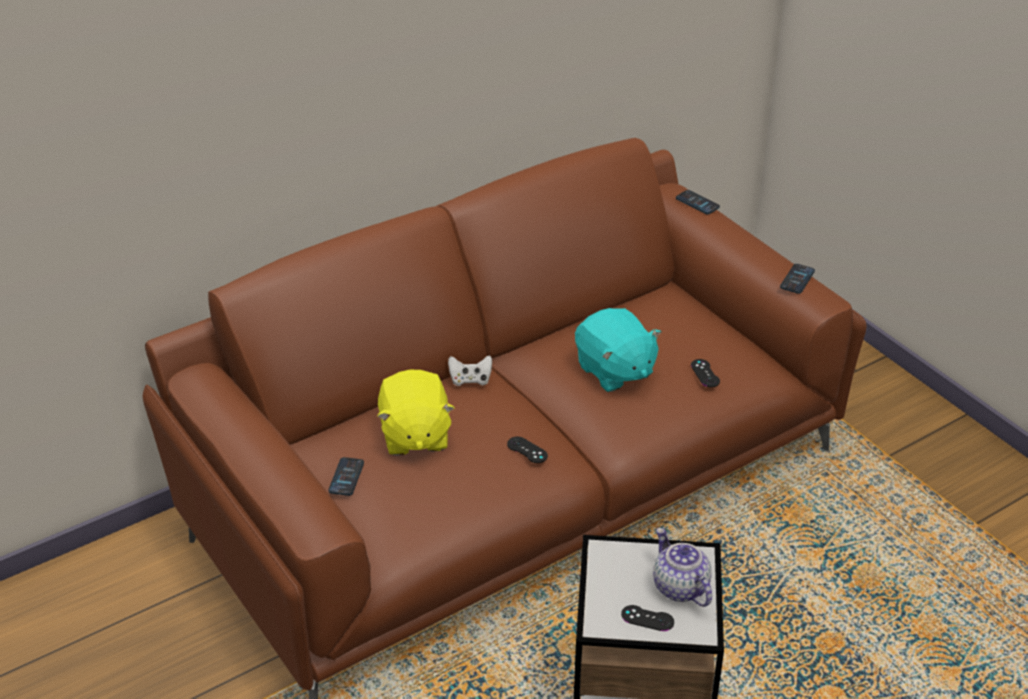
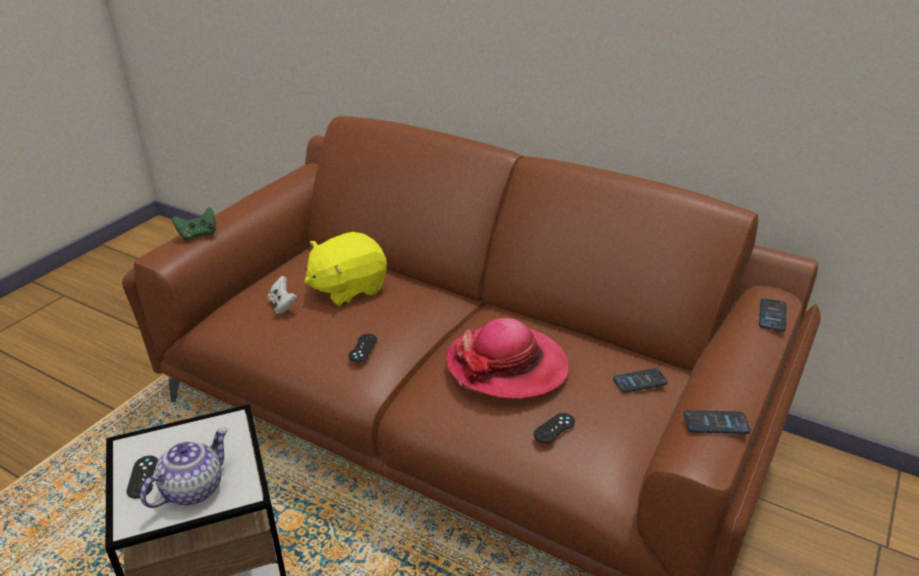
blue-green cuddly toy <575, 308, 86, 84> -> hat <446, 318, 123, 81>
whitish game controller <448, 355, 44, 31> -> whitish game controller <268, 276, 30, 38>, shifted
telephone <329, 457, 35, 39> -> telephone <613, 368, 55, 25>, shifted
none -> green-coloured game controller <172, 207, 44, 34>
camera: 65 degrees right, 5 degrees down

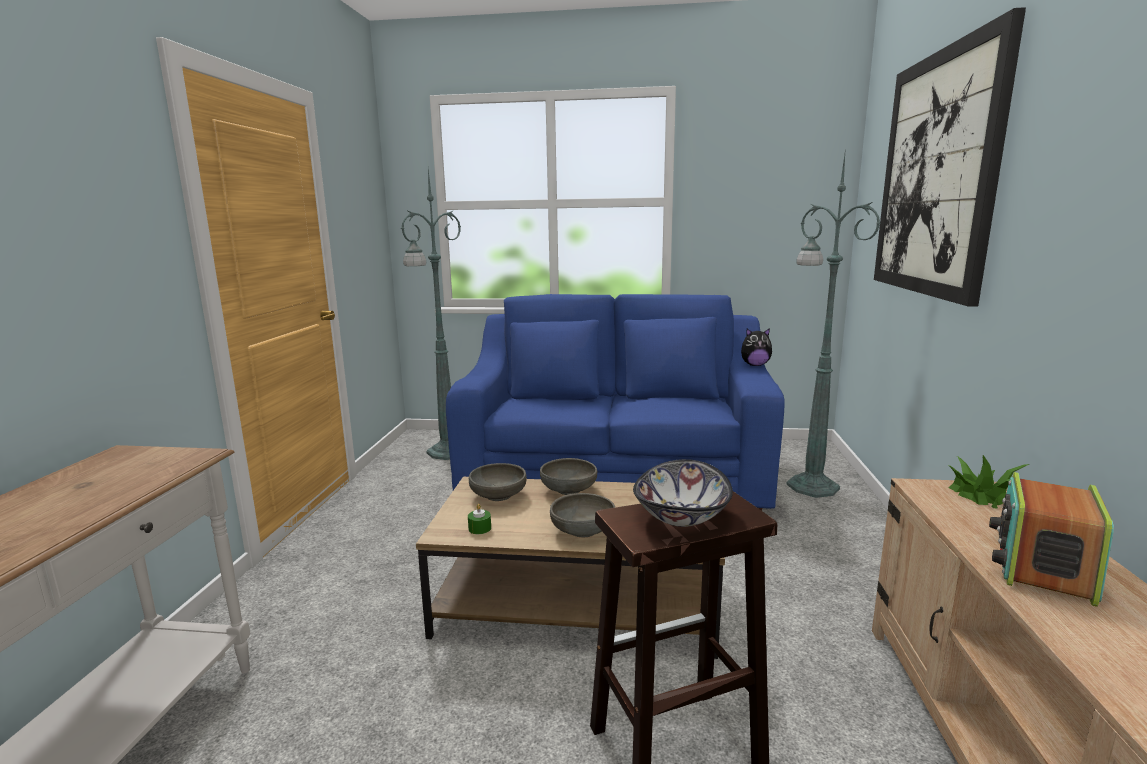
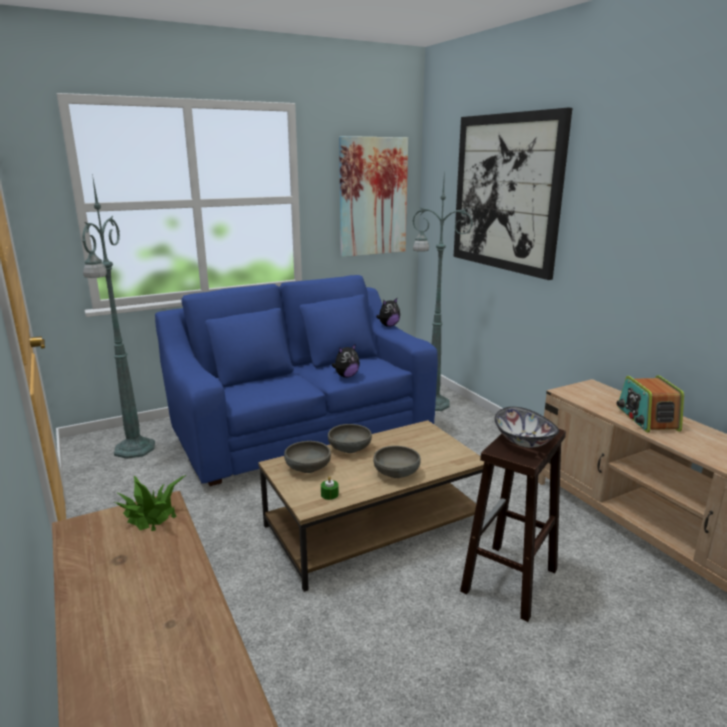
houseplant <948, 455, 82, 54> -> houseplant <112, 475, 74, 56>, shifted
none -> wall picture <339, 136, 69, 121>
none -> cuddly toy <332, 344, 28, 34>
camera: 35 degrees left, 5 degrees up

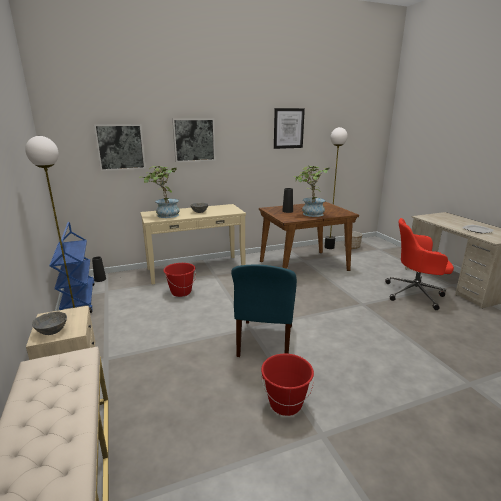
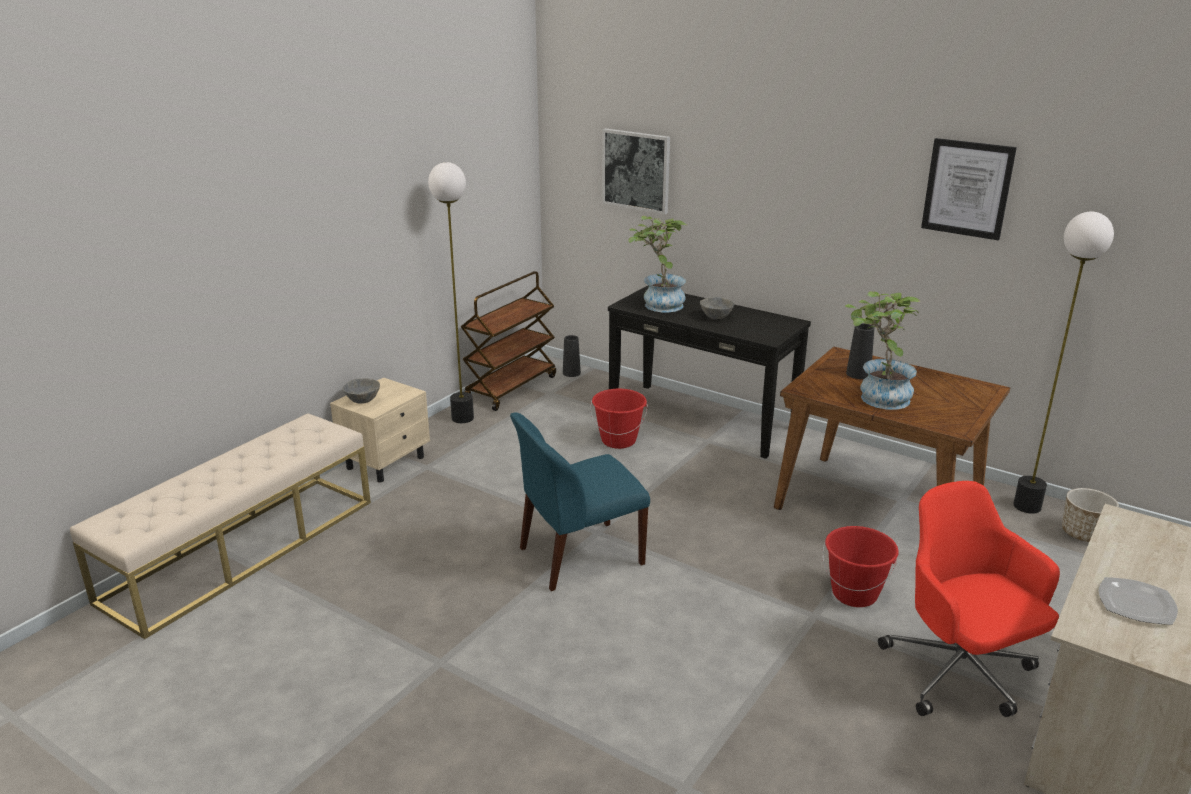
wall picture <172, 118, 44, 44> -> none
sand-coloured console table <140, 204, 106, 80> -> blackish console table <608, 286, 203, 173>
blue wheeled cart <49, 222, 46, 91> -> brown-coloured wheeled cart <461, 271, 95, 140>
red-coloured bucket <261, 354, 53, 62> -> red-coloured bucket <822, 526, 77, 81>, shifted
camera: 55 degrees right, 5 degrees up

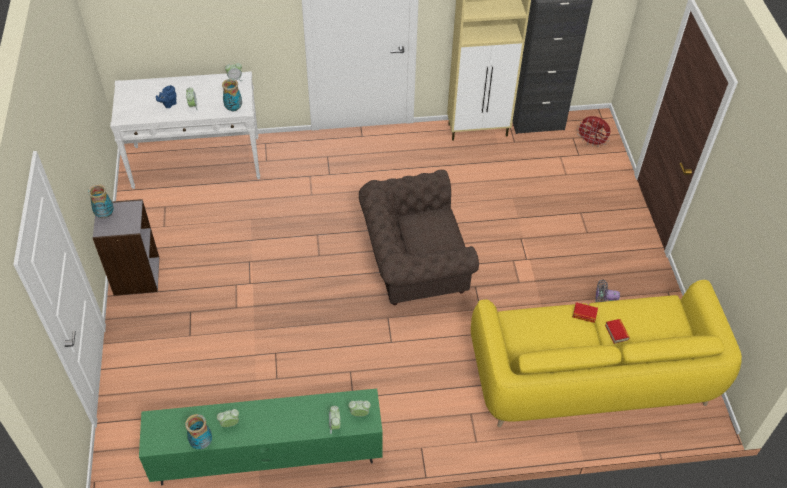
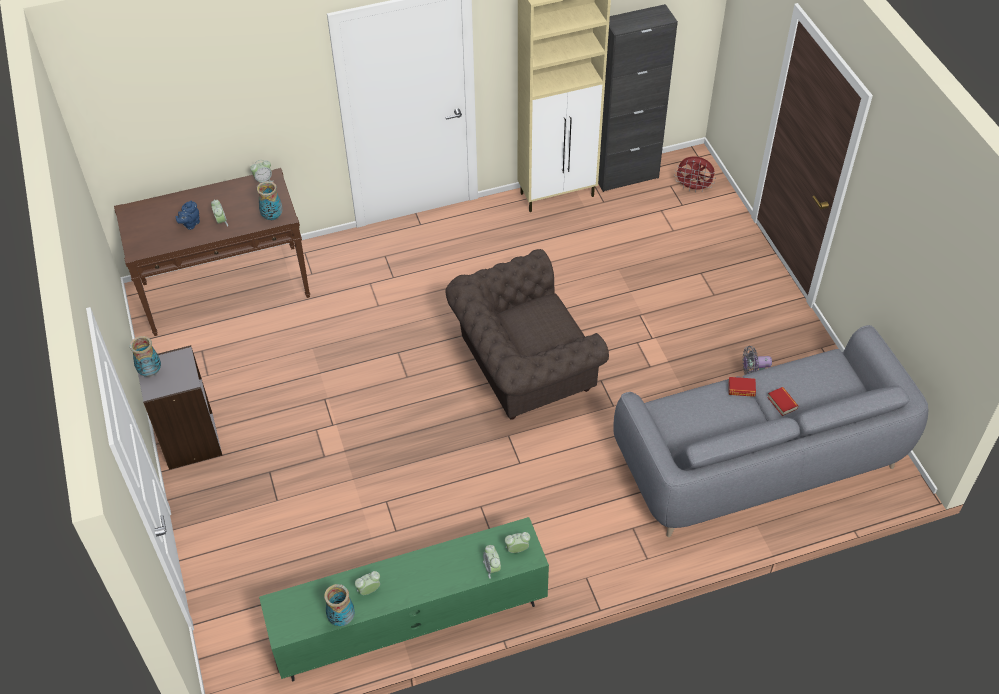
whitish console table <110, 71, 150, 118> -> brown-coloured console table <114, 168, 196, 168>
yellowish couch <471, 280, 271, 147> -> grey couch <613, 325, 315, 212>
camera: 10 degrees left, 0 degrees up

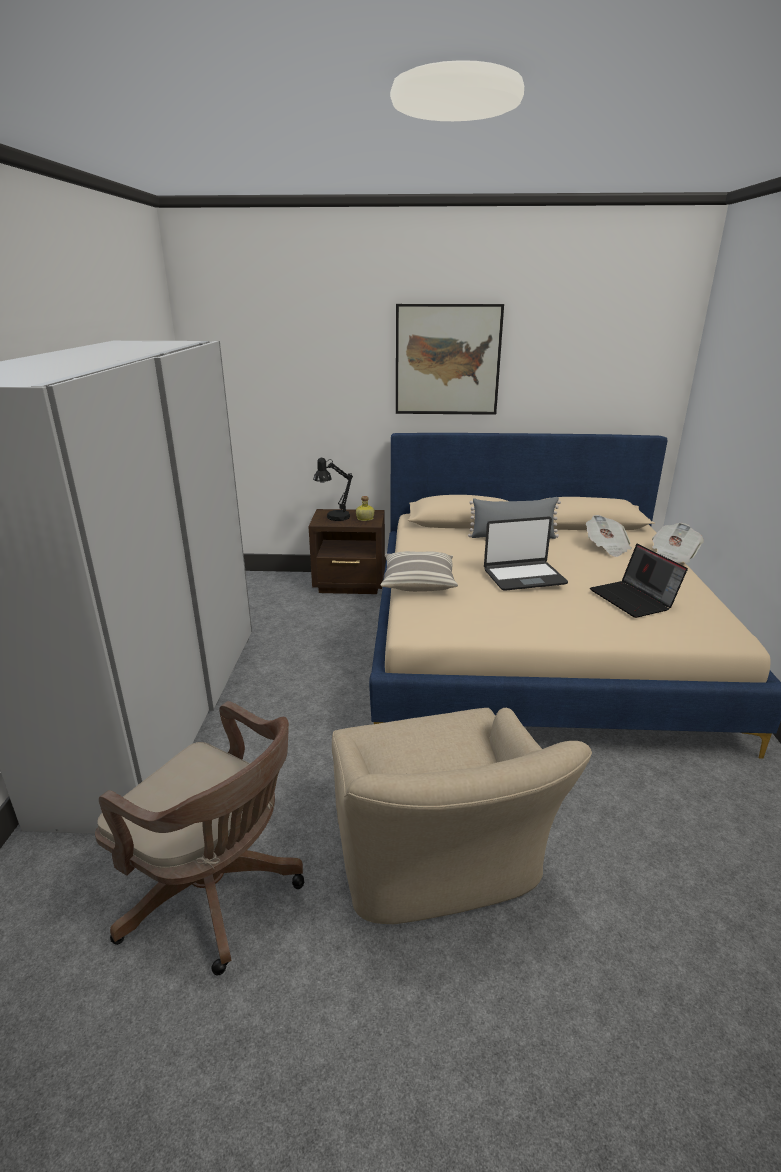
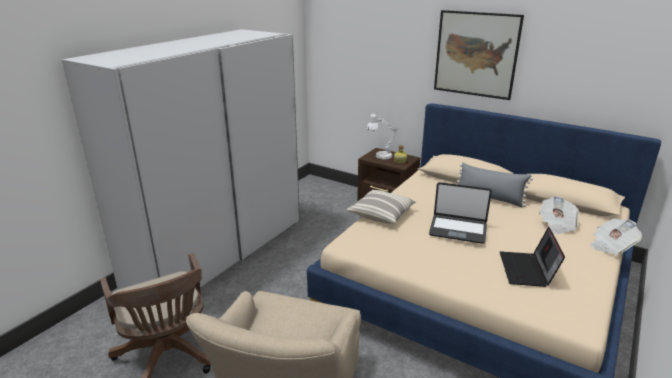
blackish tabletop lamp <313, 458, 40, 63> -> whitish tabletop lamp <366, 114, 32, 46>
camera: 30 degrees right, 0 degrees up

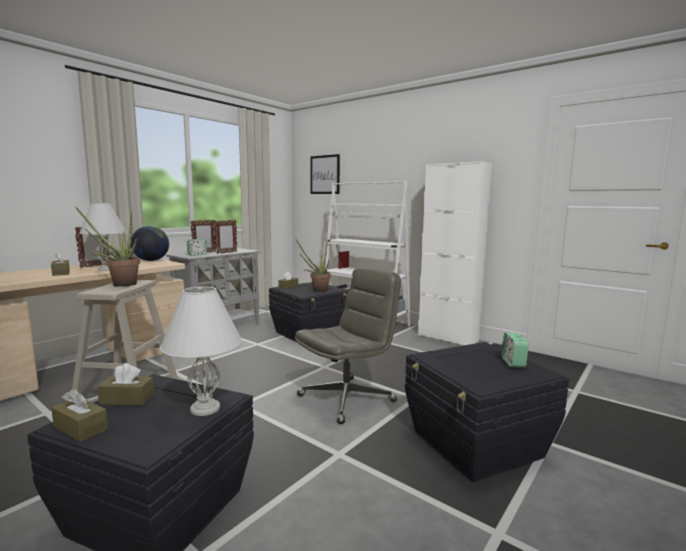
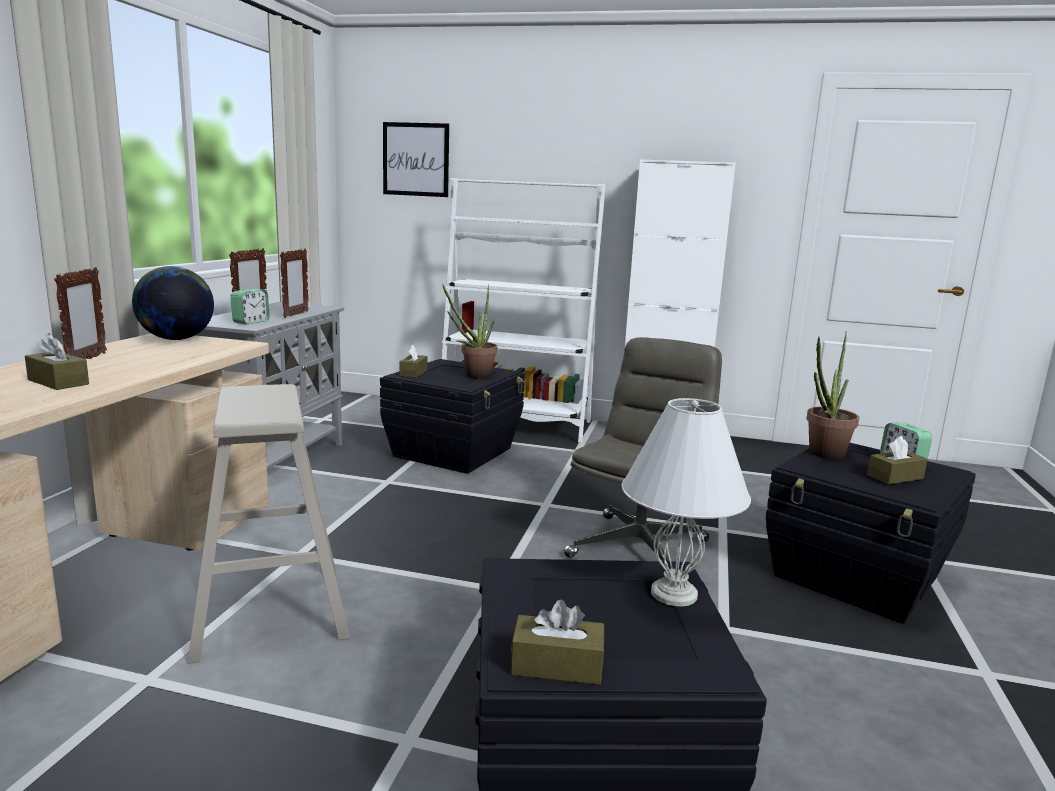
whitish tabletop lamp <79, 202, 48, 69> -> none
houseplant <75, 206, 65, 81> -> houseplant <806, 331, 53, 128>, shifted
brown-coloured box of tissues <97, 363, 57, 42> -> brown-coloured box of tissues <867, 436, 61, 49>, shifted
camera: 25 degrees left, 5 degrees up

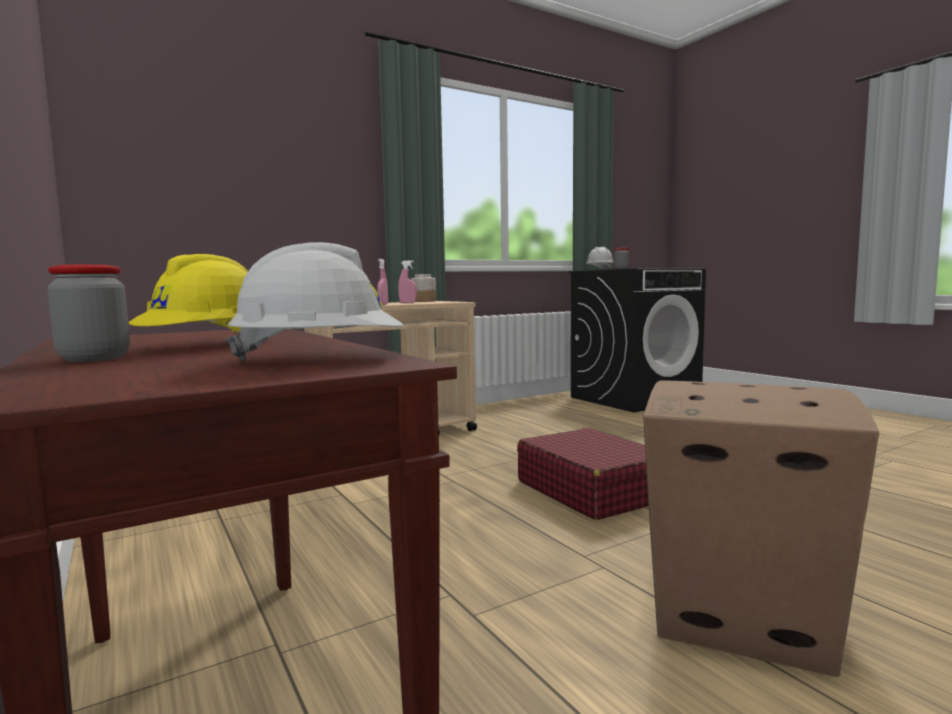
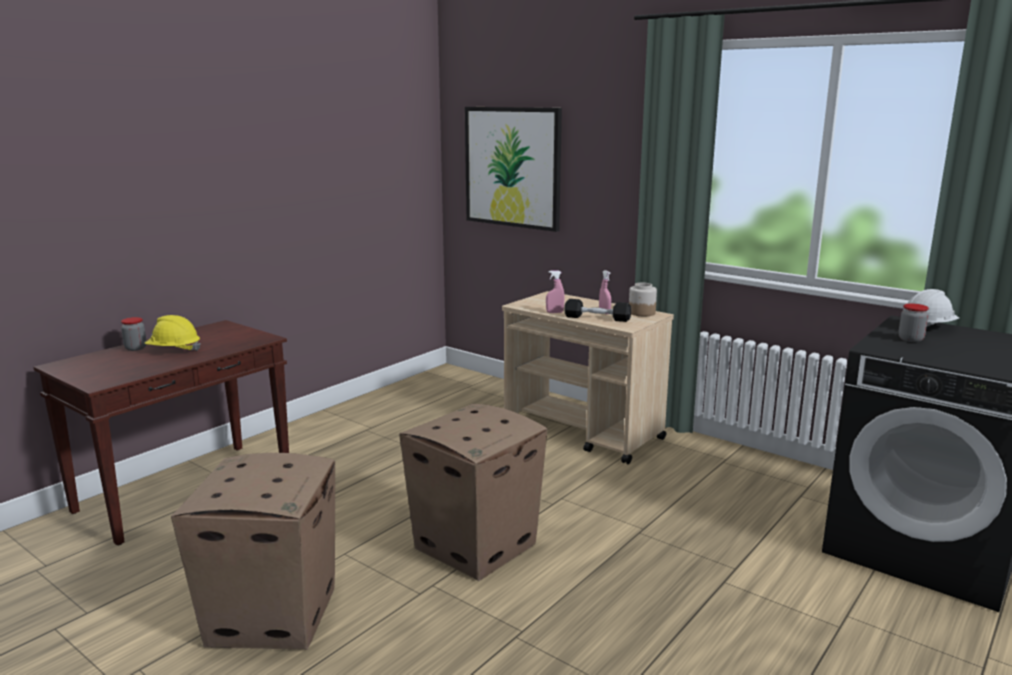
whitish work helmet <226, 242, 177, 119> -> none
red-coloured suitcase <517, 428, 132, 92> -> cardboard box <399, 404, 149, 177>
none -> wall picture <465, 107, 97, 125>
none -> blackish dumbbell <564, 299, 67, 23>
camera: 70 degrees right, 10 degrees up

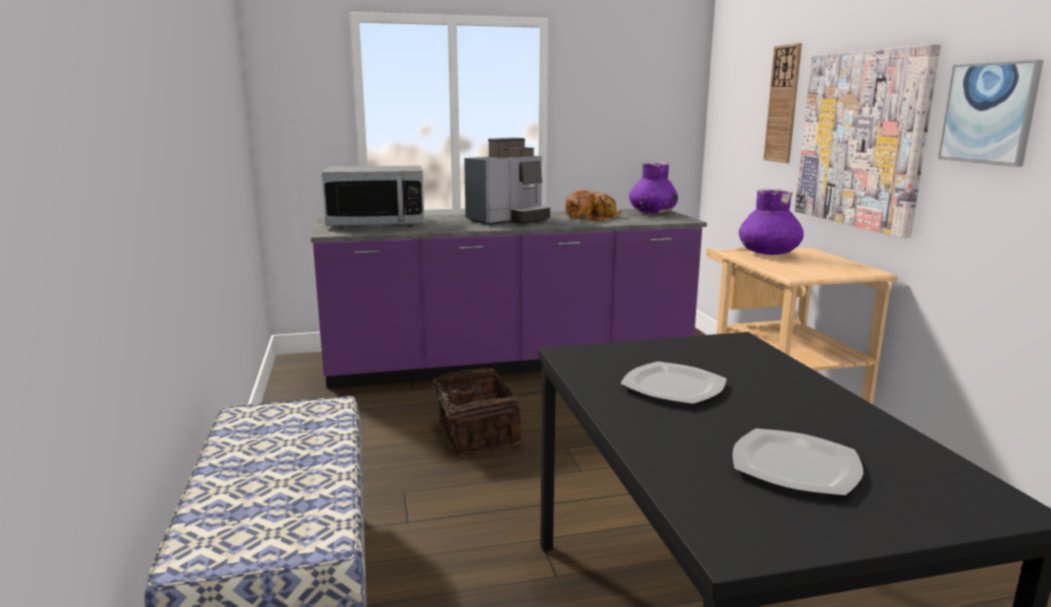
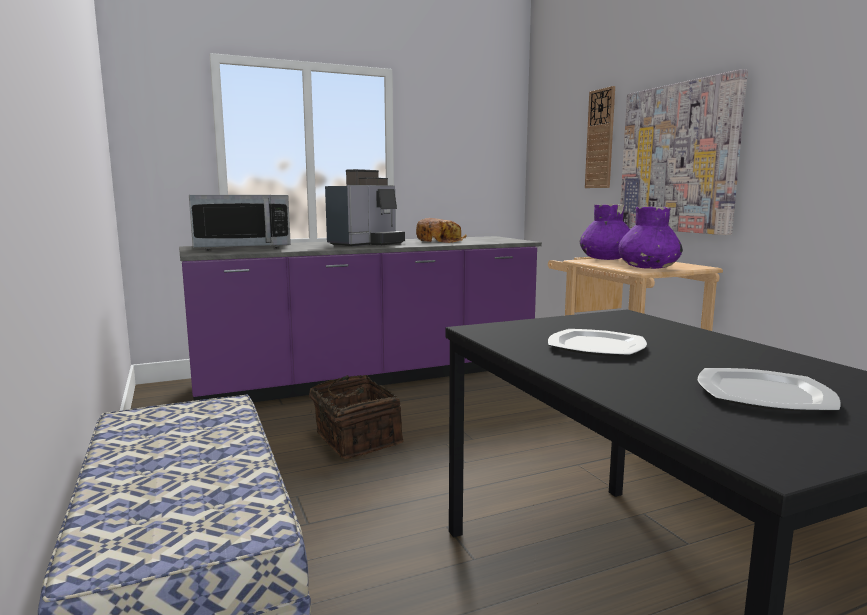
wall picture <938, 60, 106, 107> -> none
purple vase <629, 162, 49, 52> -> purple vase <618, 206, 65, 63>, shifted
camera: 10 degrees left, 5 degrees down

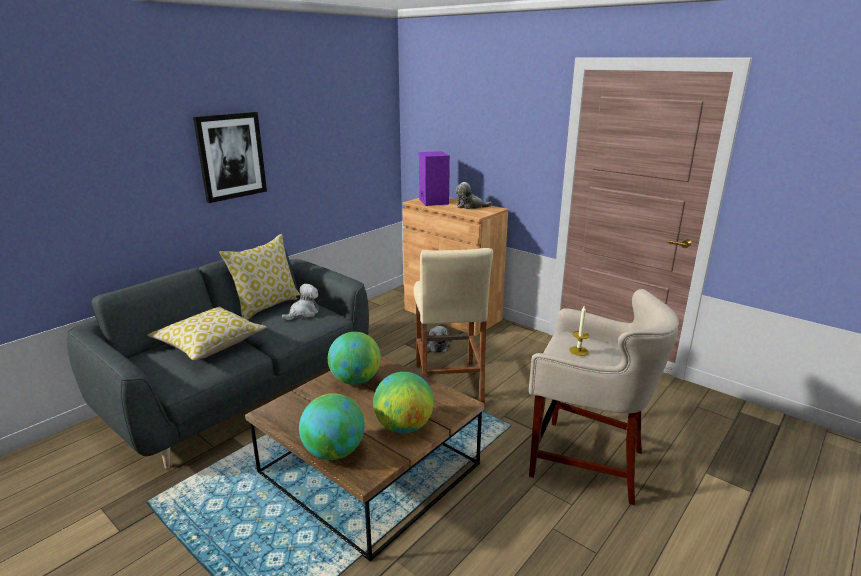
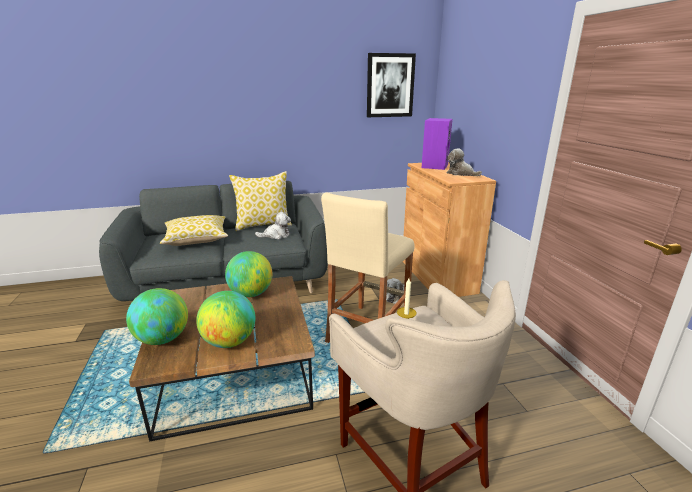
wall picture <193, 112, 74, 91> -> wall picture <367, 53, 49, 64>, shifted
camera: 35 degrees right, 0 degrees up

